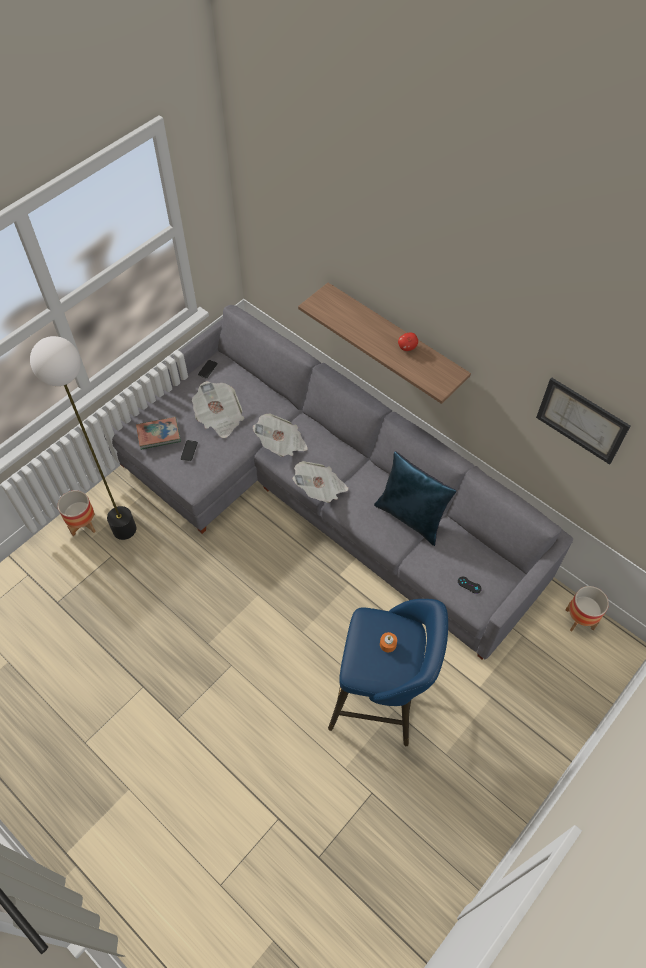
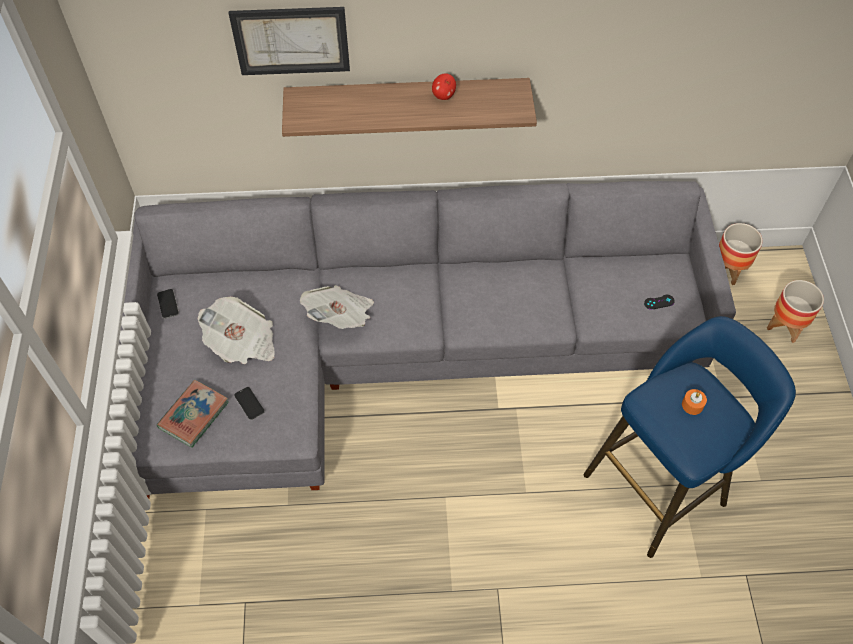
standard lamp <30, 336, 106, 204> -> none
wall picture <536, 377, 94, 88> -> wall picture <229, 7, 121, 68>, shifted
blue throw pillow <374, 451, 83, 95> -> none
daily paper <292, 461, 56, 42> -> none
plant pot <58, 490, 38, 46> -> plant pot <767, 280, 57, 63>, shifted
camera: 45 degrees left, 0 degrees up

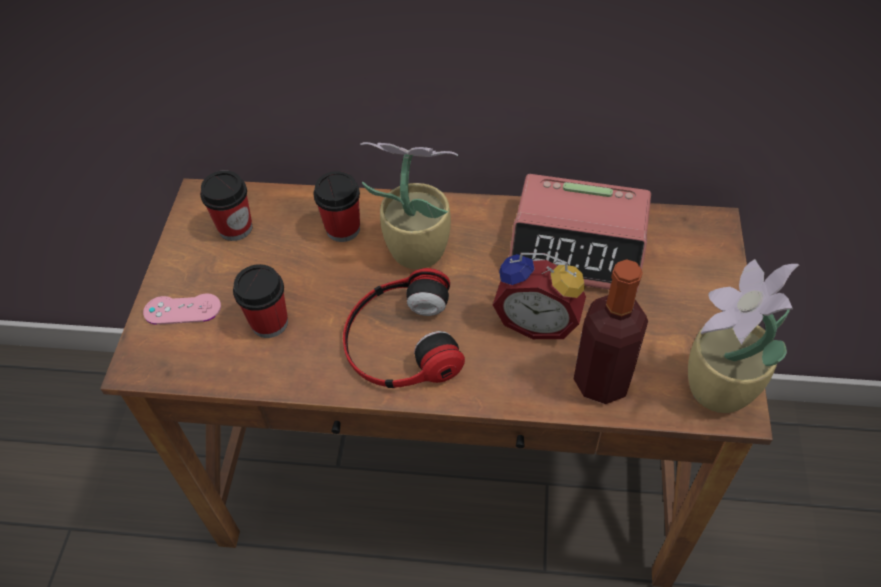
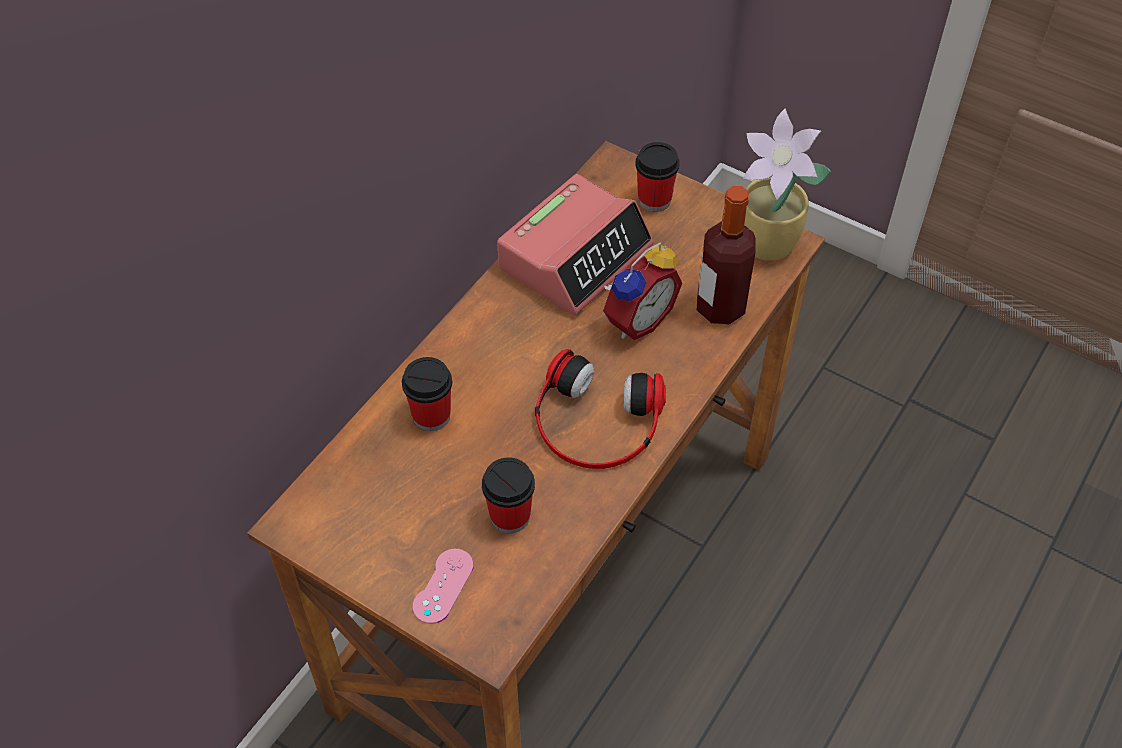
houseplant <360, 142, 98, 127> -> none
cup <200, 170, 53, 71> -> cup <635, 142, 45, 70>, shifted
camera: 65 degrees left, 0 degrees up

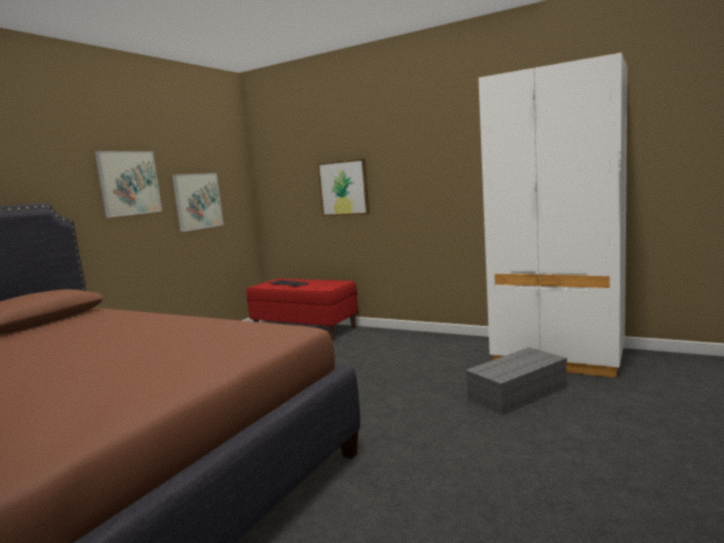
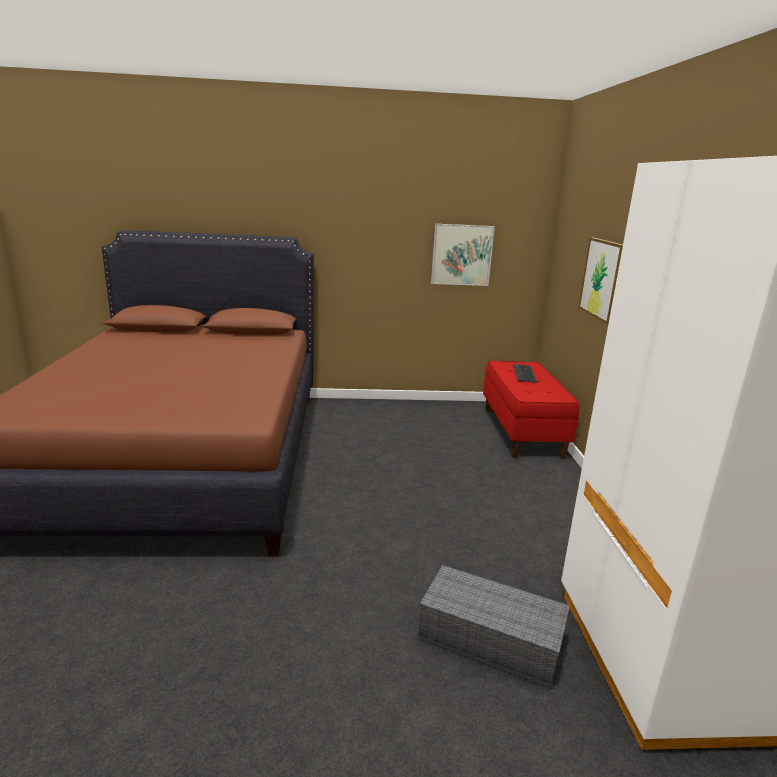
wall picture <95, 151, 67, 67> -> none
camera: 55 degrees right, 10 degrees up

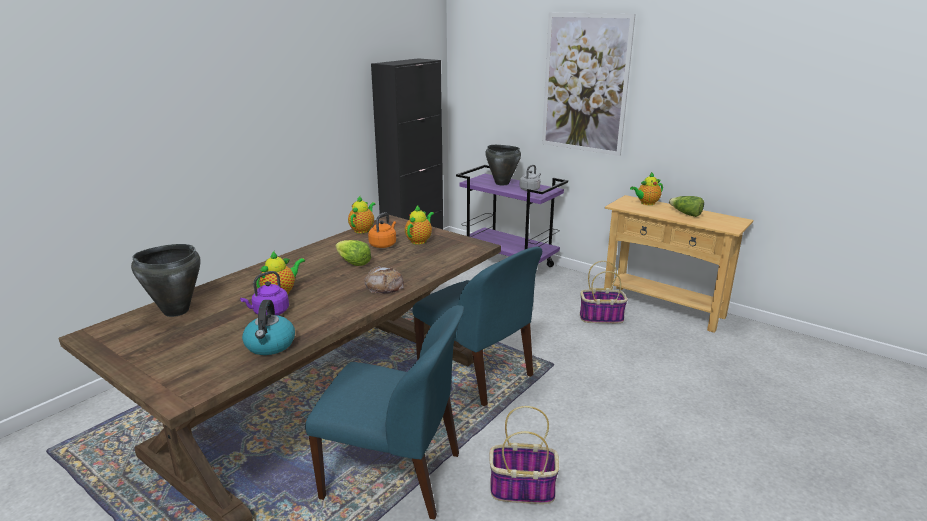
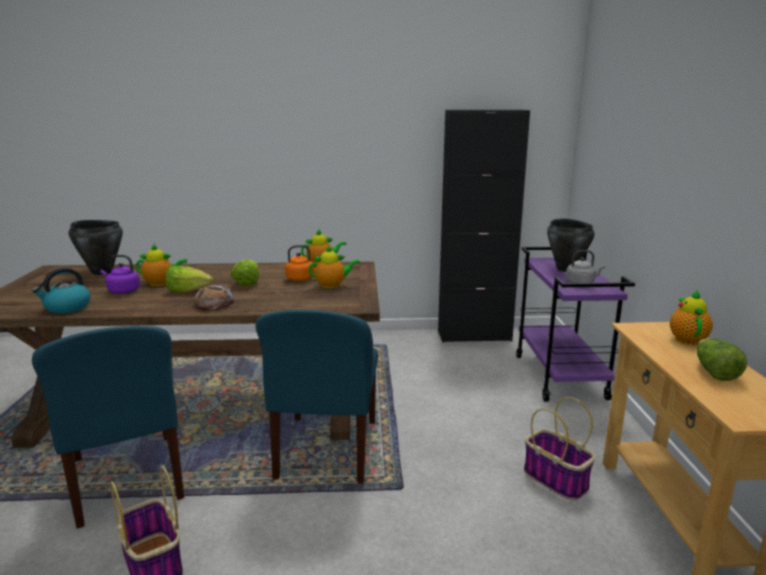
wall picture <542, 12, 93, 144> -> none
teapot <630, 172, 33, 33> -> teapot <670, 290, 43, 55>, 75 degrees clockwise
none -> lettuce head <165, 266, 48, 26>
camera: 50 degrees right, 5 degrees down

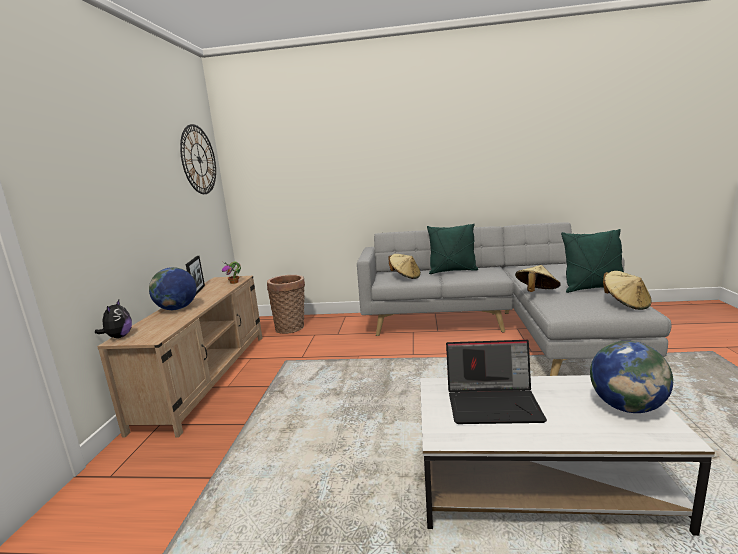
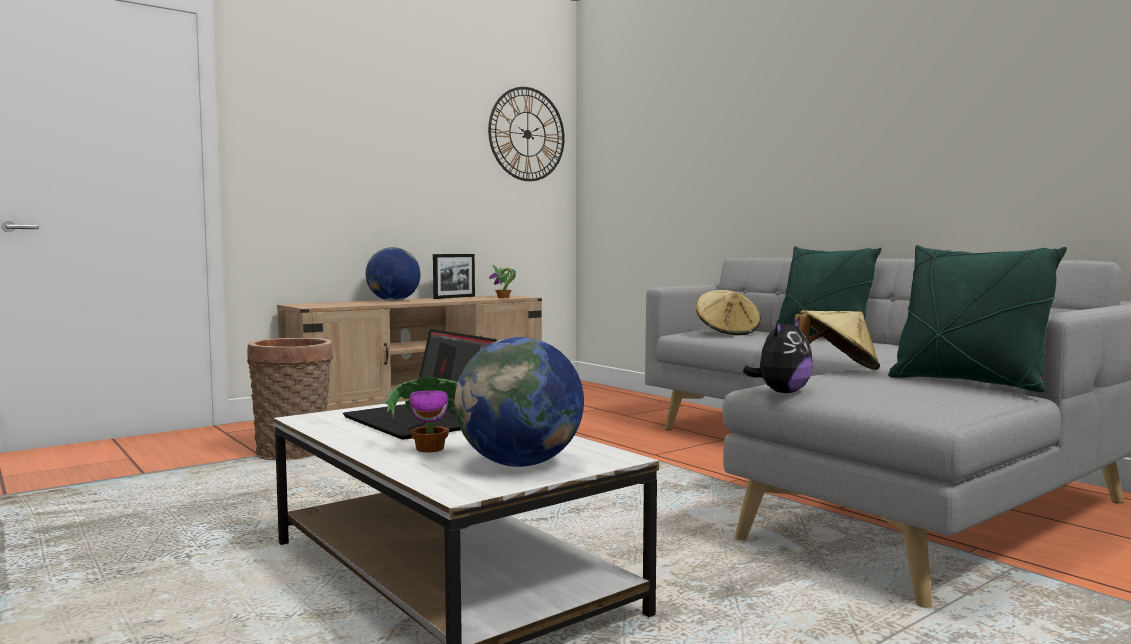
sand-coloured hat <603, 271, 49, 39> -> none
household basket <267, 275, 38, 59> -> household basket <247, 338, 86, 122>, shifted
cuddly toy <95, 300, 37, 38> -> cuddly toy <743, 317, 70, 76>, shifted
none -> houseplant <382, 375, 76, 77>
camera: 45 degrees right, 10 degrees down

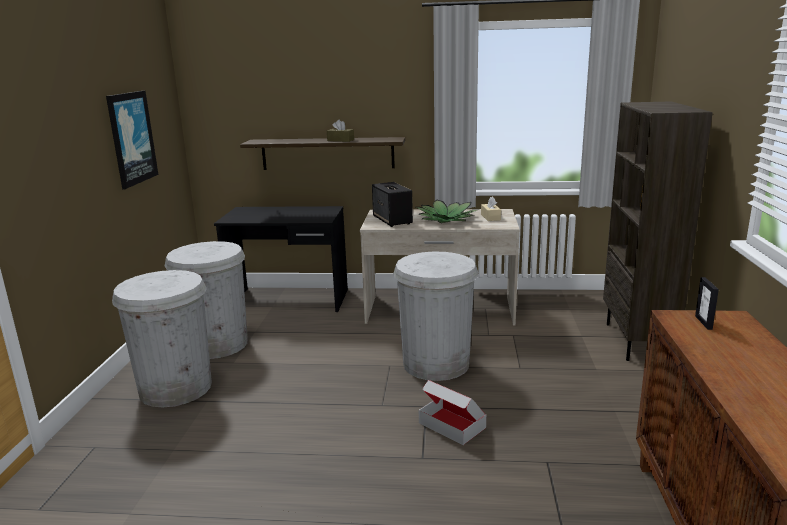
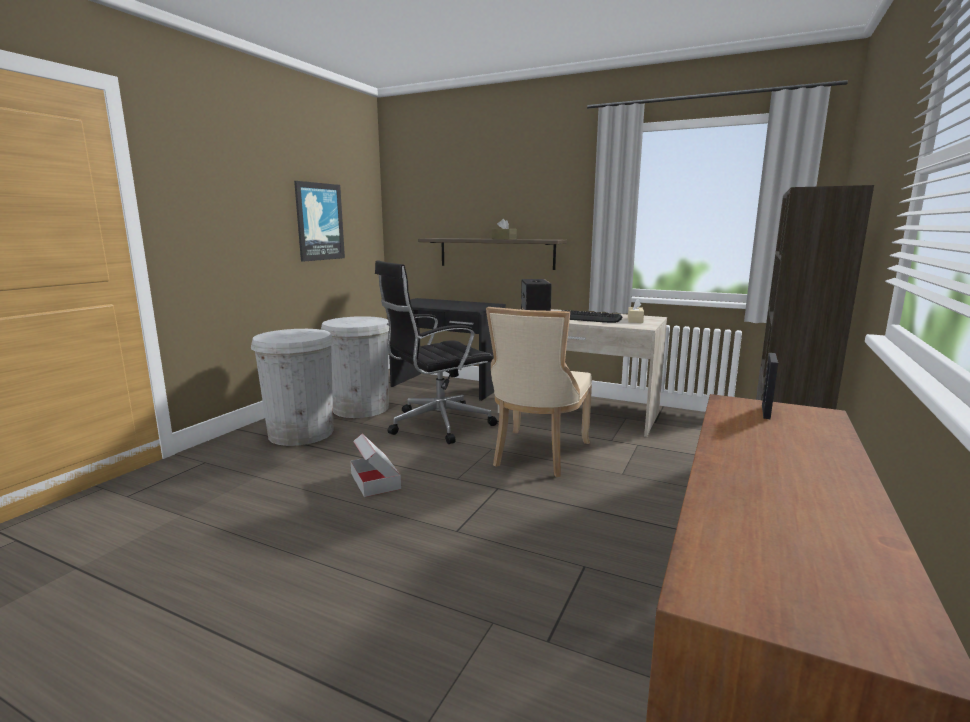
houseplant <416, 200, 61, 23> -> computer keyboard <562, 310, 61, 13>
whitish trash can <393, 252, 85, 129> -> sand-coloured chair <486, 307, 106, 170>
cardboard box <419, 380, 67, 65> -> cardboard box <351, 434, 50, 63>, shifted
none -> blackish desk chair <375, 260, 123, 184>
camera: 20 degrees right, 5 degrees down

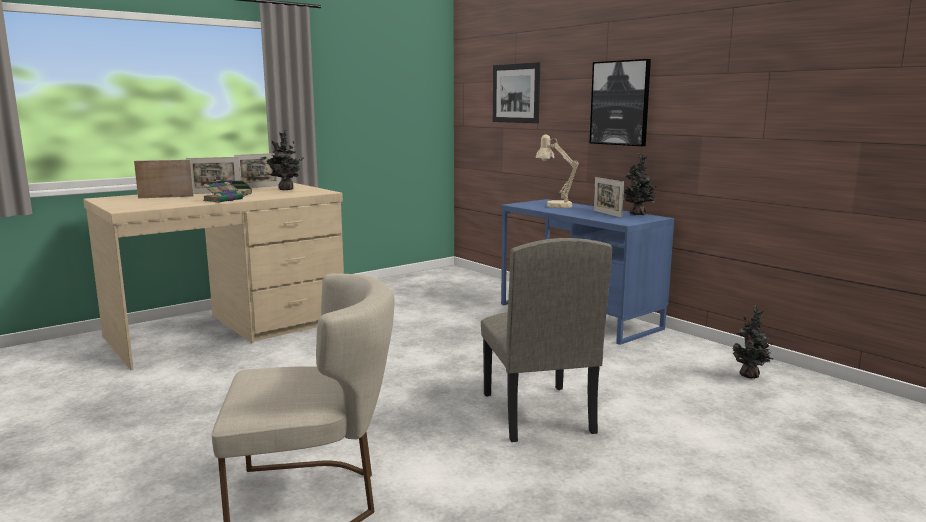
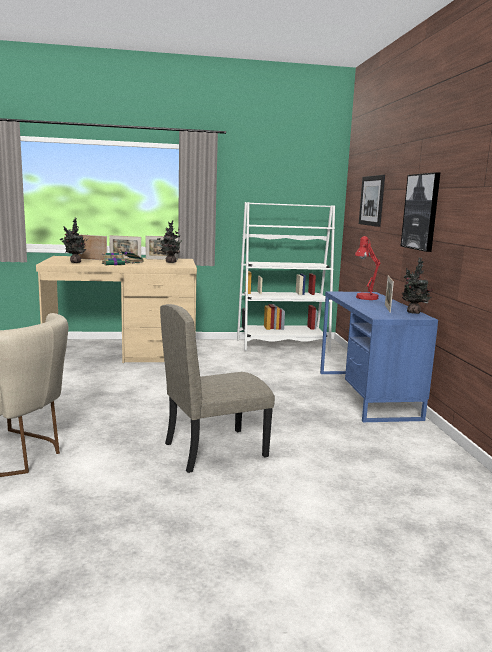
sand-coloured tabletop lamp <535, 134, 44, 74> -> red-coloured tabletop lamp <355, 236, 26, 64>
sand-coloured chair <481, 238, 131, 204> -> sand-coloured chair <160, 304, 115, 169>, 45 degrees clockwise
houseplant <733, 305, 40, 74> -> houseplant <60, 218, 29, 45>, shifted
none -> whitish shelving unit <237, 202, 98, 149>
camera: 30 degrees right, 0 degrees up

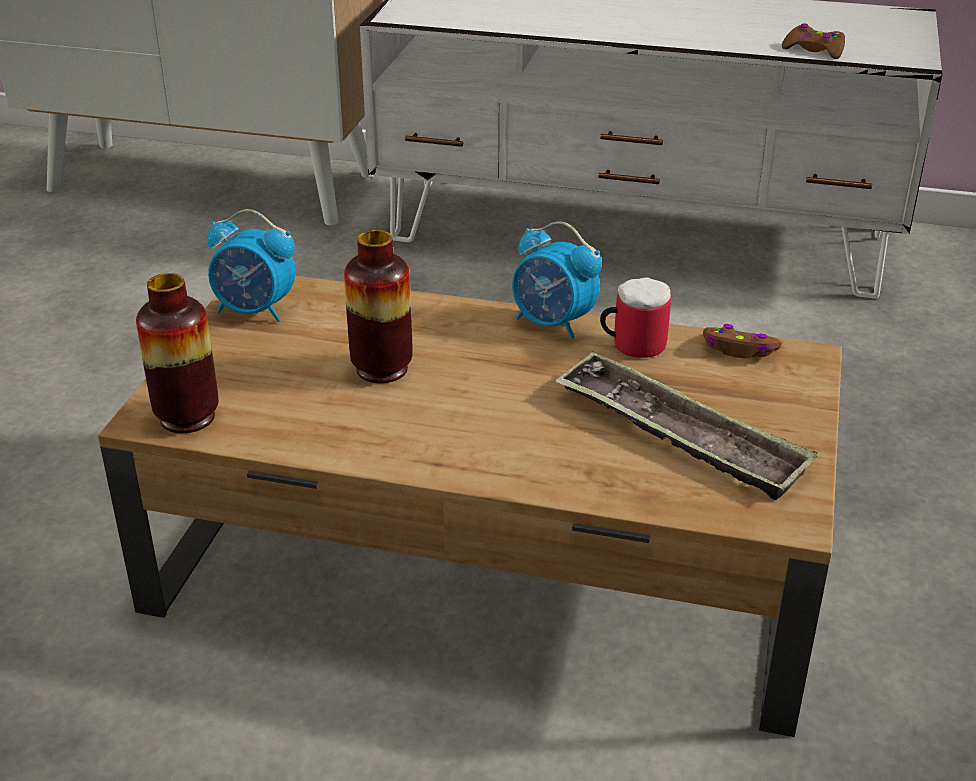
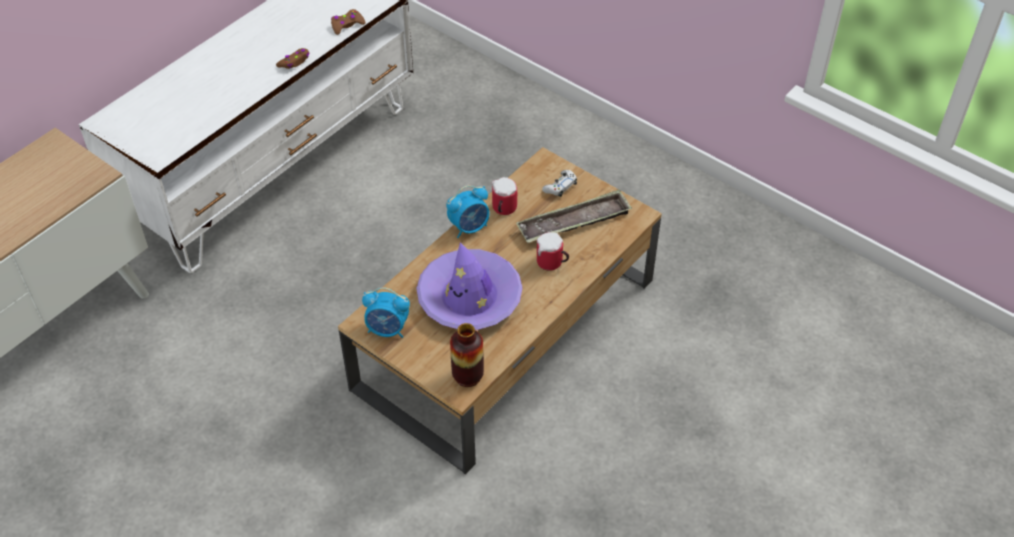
alarm clock <207, 209, 88, 113> -> alarm clock <362, 287, 48, 51>, 60 degrees clockwise
vase <344, 230, 68, 153> -> purple hat <416, 242, 106, 88>
brown-coloured game controller <703, 324, 79, 35> -> brown-coloured game controller <276, 48, 34, 21>, shifted
none -> whitish game controller <542, 170, 35, 27>
none -> tea mug <537, 232, 32, 39>
camera: 65 degrees left, 15 degrees up

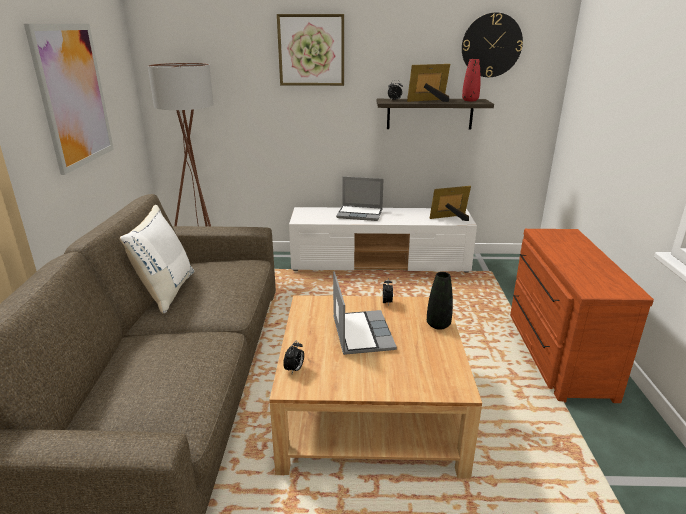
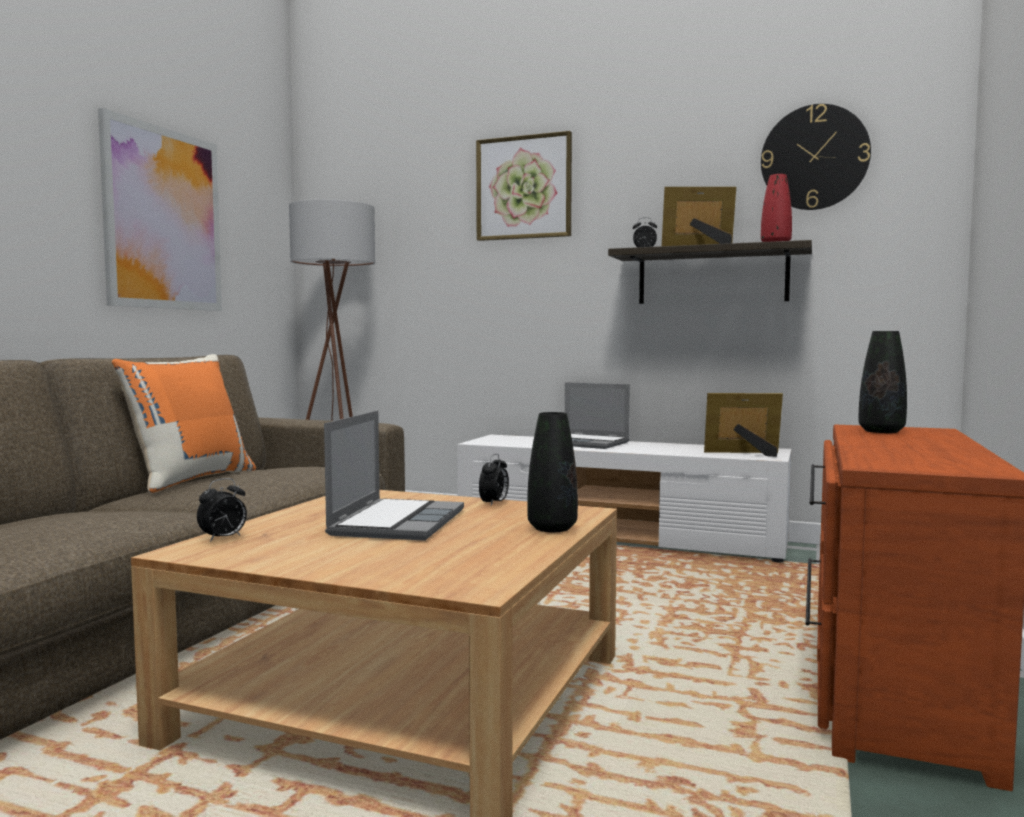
whitish throw pillow <120, 205, 74, 109> -> orange throw pillow <111, 354, 145, 140>
none -> blackish vase <859, 331, 48, 102>
camera: 20 degrees right, 20 degrees down

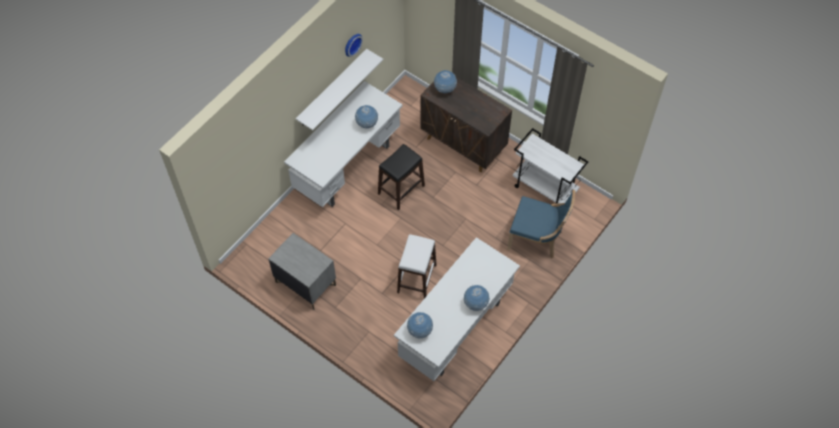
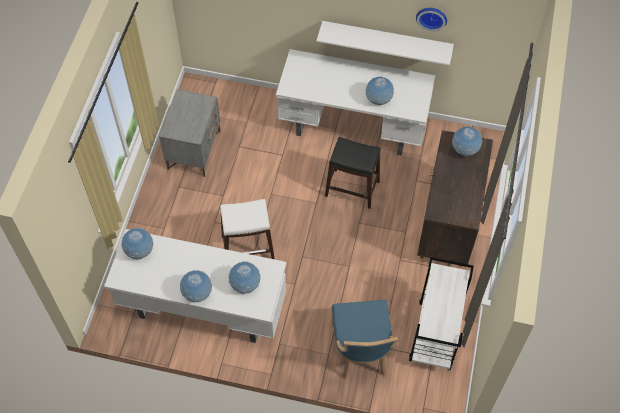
none -> world globe <229, 261, 31, 33>
camera: 65 degrees right, 0 degrees up

